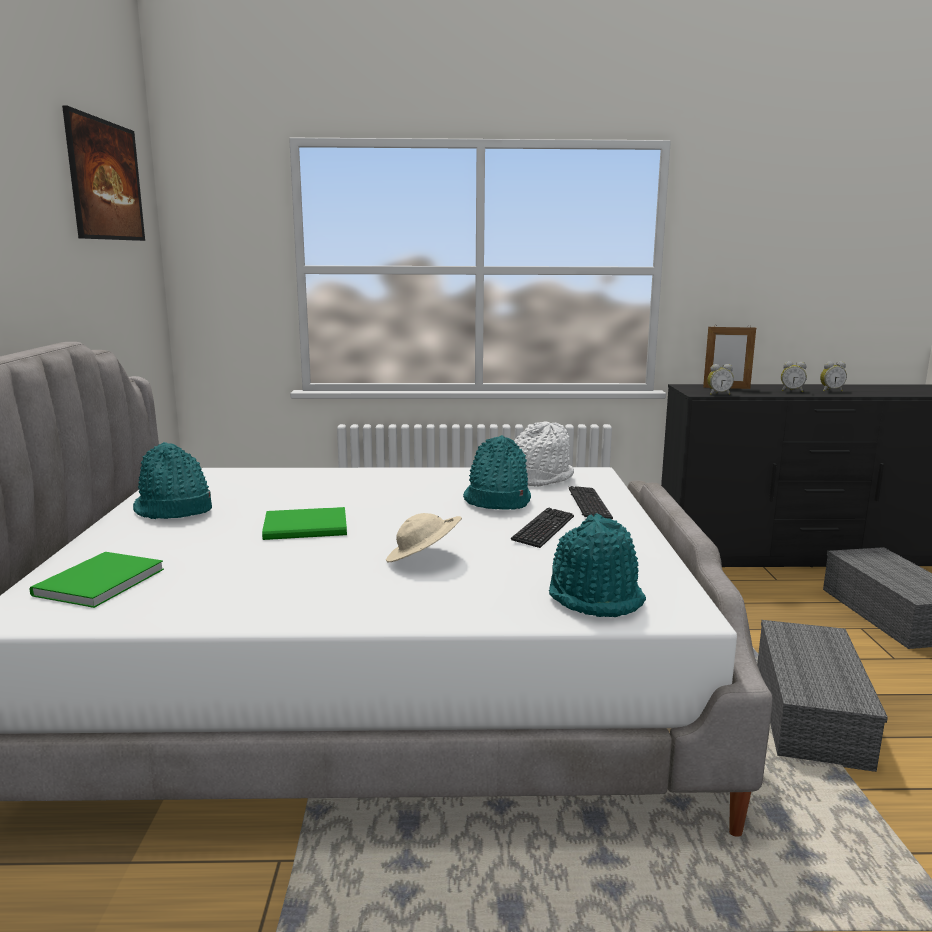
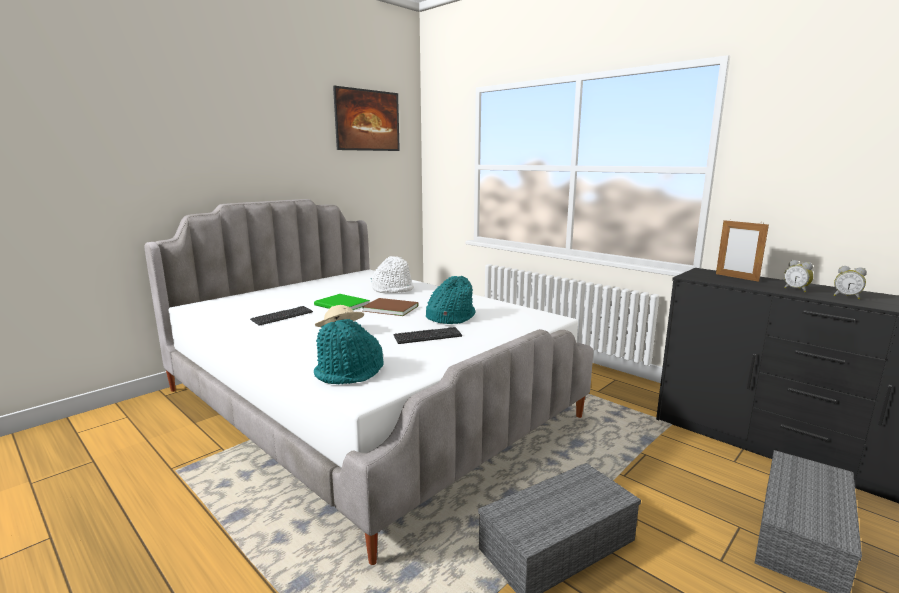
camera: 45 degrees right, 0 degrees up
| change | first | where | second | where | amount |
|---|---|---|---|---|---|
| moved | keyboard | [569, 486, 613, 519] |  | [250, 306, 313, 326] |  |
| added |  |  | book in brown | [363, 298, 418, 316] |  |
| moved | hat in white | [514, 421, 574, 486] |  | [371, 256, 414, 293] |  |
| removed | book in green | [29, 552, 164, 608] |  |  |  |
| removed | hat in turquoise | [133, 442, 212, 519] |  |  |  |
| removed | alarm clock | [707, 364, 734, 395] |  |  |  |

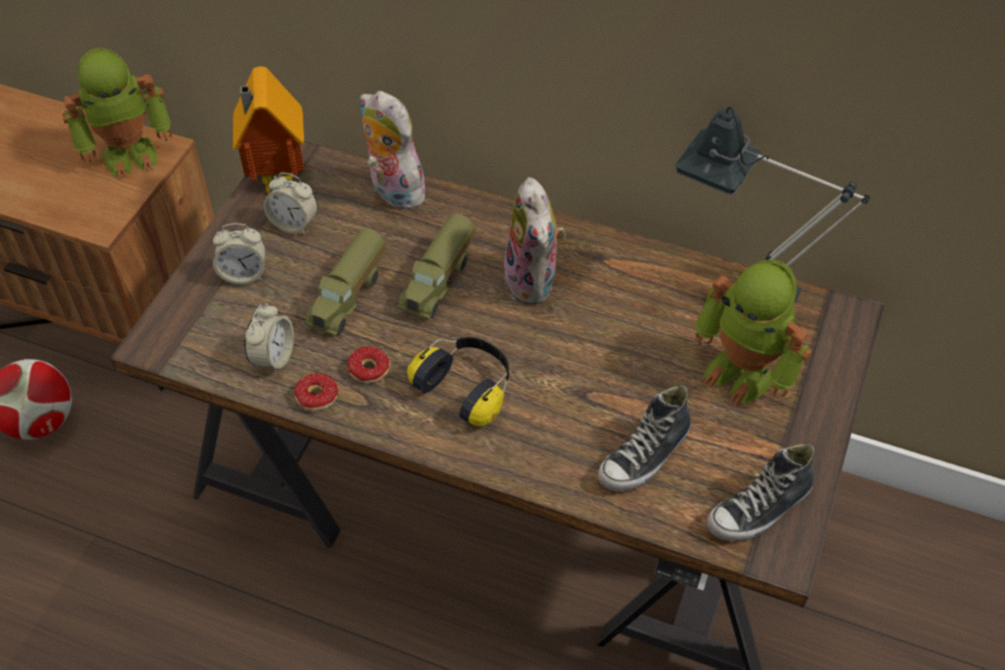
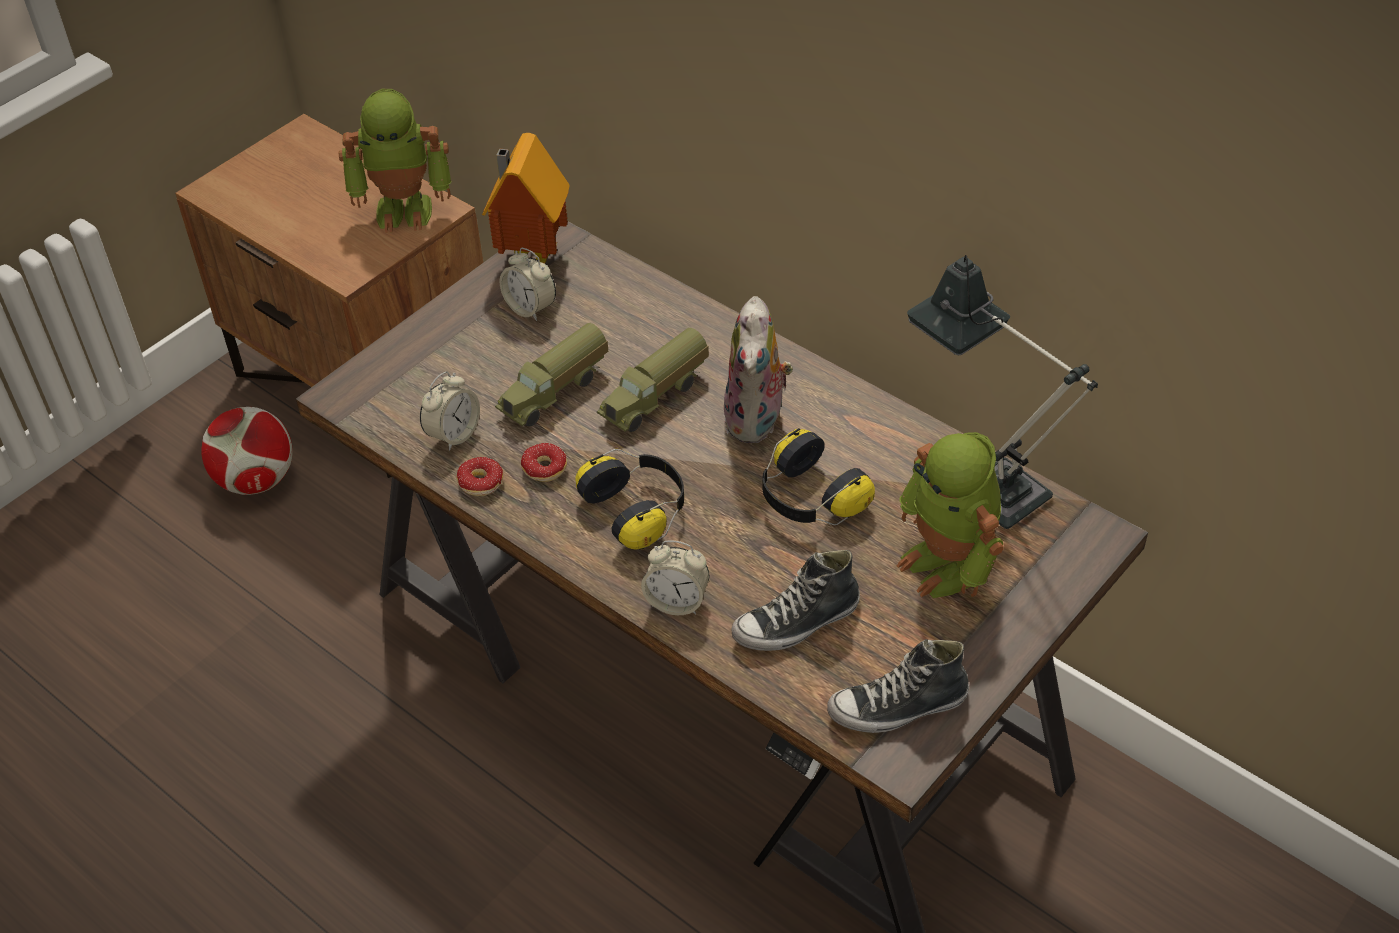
camera: 20 degrees right, 5 degrees down
| change | first | where | second | where | amount |
|---|---|---|---|---|---|
| moved | alarm clock | [213, 223, 266, 284] |  | [641, 541, 710, 615] |  |
| added |  |  | headphones | [762, 428, 875, 525] |  |
| removed | plush toy | [360, 91, 432, 210] |  |  |  |

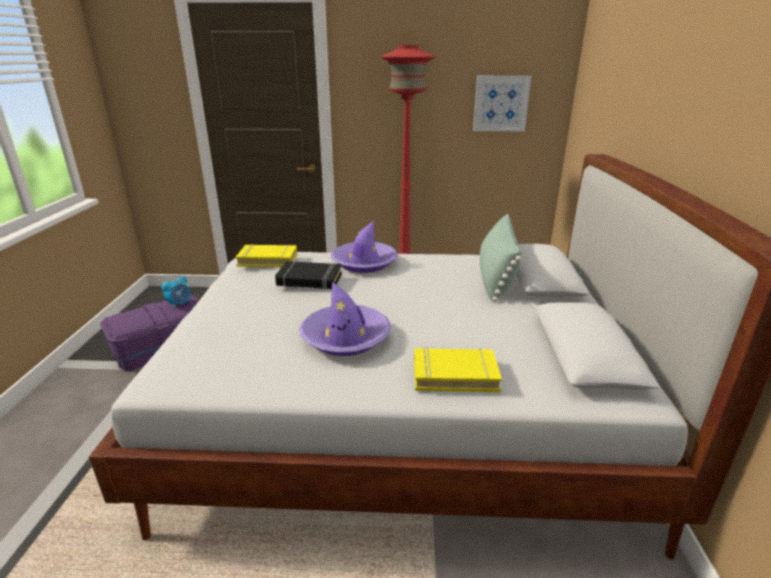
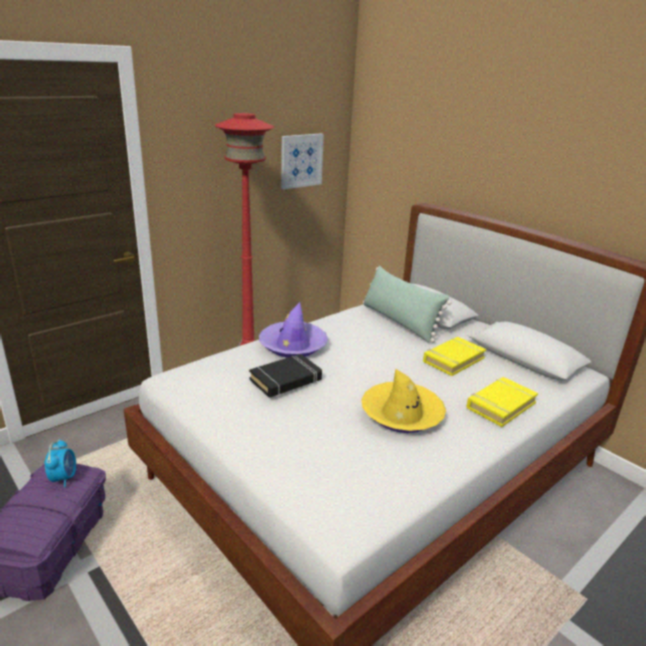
camera: 45 degrees left, 0 degrees up
| change | first | where | second | where | amount |
|---|---|---|---|---|---|
| recoloured | hat in purple | [299, 282, 391, 356] | hat in yellow | [361, 369, 446, 433] |  |
| moved | book in yellow | [236, 244, 297, 267] |  | [423, 337, 486, 376] |  |

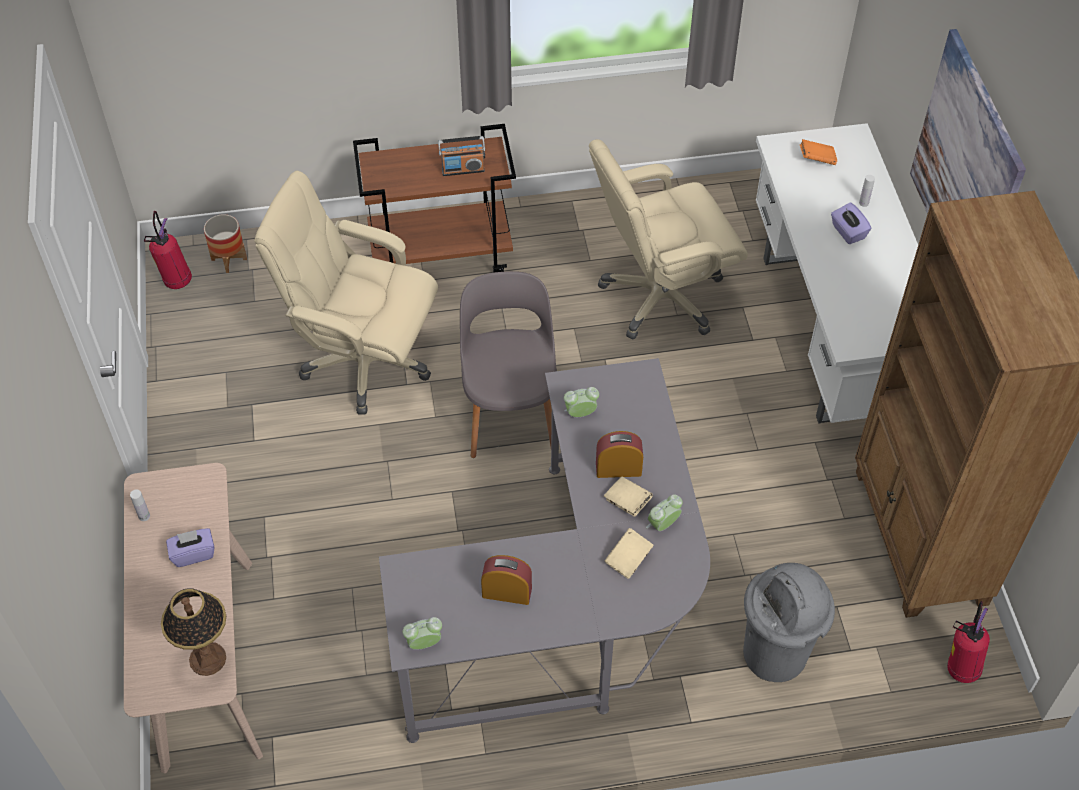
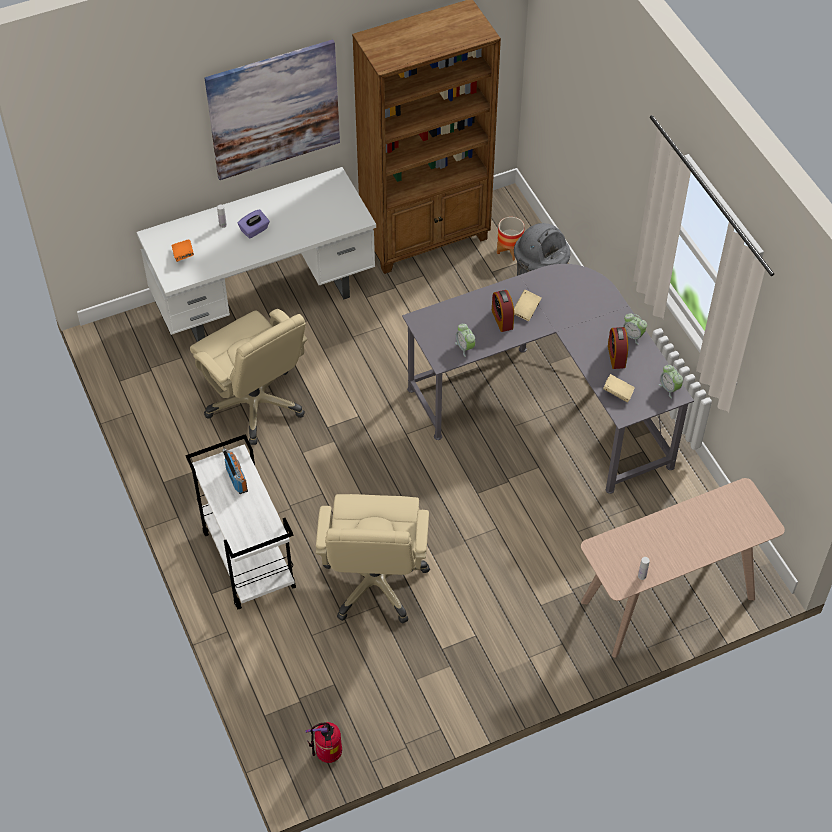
camera: 105 degrees left, 0 degrees up
| change | first | where | second | where | amount |
|---|---|---|---|---|---|
| recoloured | cart in brown | [353, 124, 516, 273] | cart in white | [186, 434, 296, 609] |  |
| moved | planter | [204, 214, 247, 273] |  | [497, 217, 525, 261] |  |
| moved | book in beige | [605, 528, 653, 579] |  | [603, 374, 635, 403] |  |
| moved | alarm clock | [646, 494, 683, 531] |  | [623, 313, 647, 345] |  |
| removed | table lamp | [161, 588, 226, 676] |  |  |  |
| removed | tissue box in purple | [166, 528, 214, 567] |  |  |  |
| removed | chair in grey | [460, 271, 557, 458] |  |  |  |
| removed | fire extinguisher | [947, 601, 990, 683] |  |  |  |

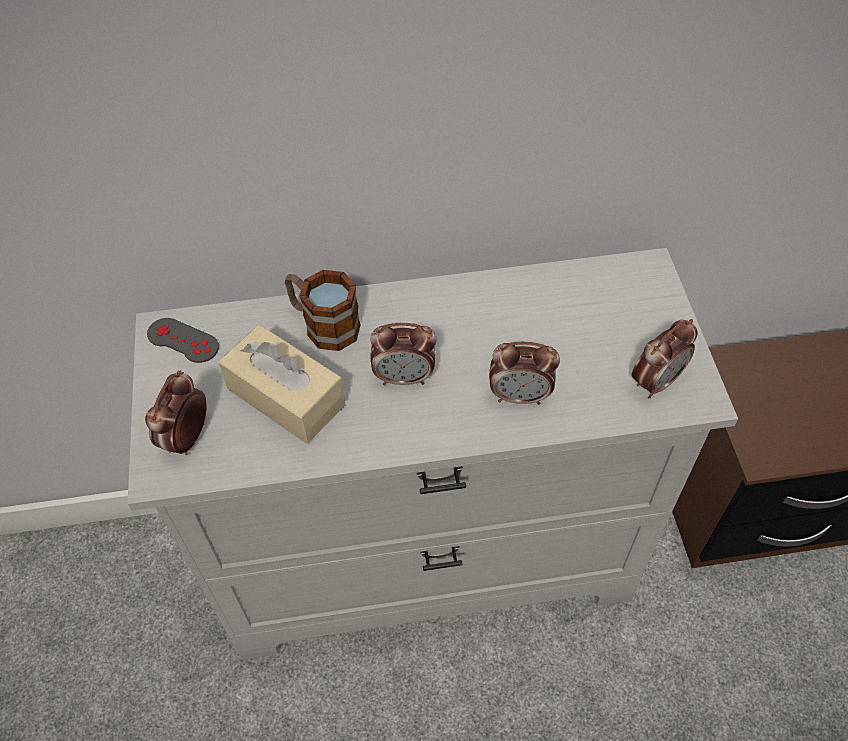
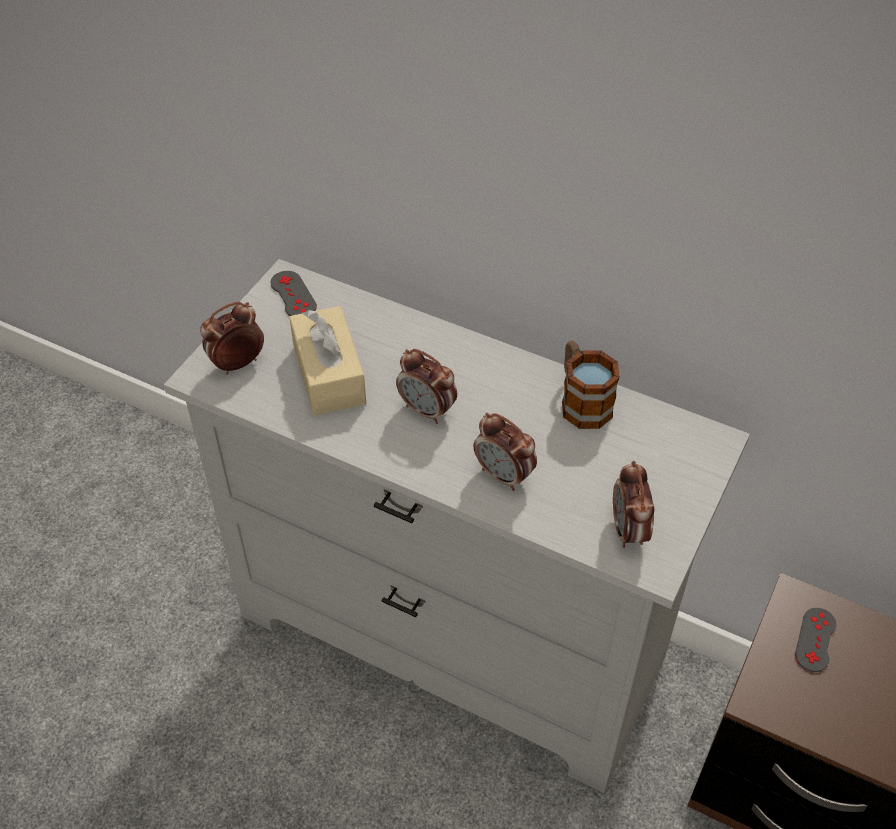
camera: 35 degrees right, 5 degrees down
| change | first | where | second | where | amount |
|---|---|---|---|---|---|
| moved | mug | [285, 270, 361, 351] |  | [562, 341, 620, 429] |  |
| turned | alarm clock | [632, 319, 698, 399] |  | [613, 461, 655, 548] | 90 degrees clockwise |
| added |  |  | game controller in grey | [795, 608, 836, 672] |  |

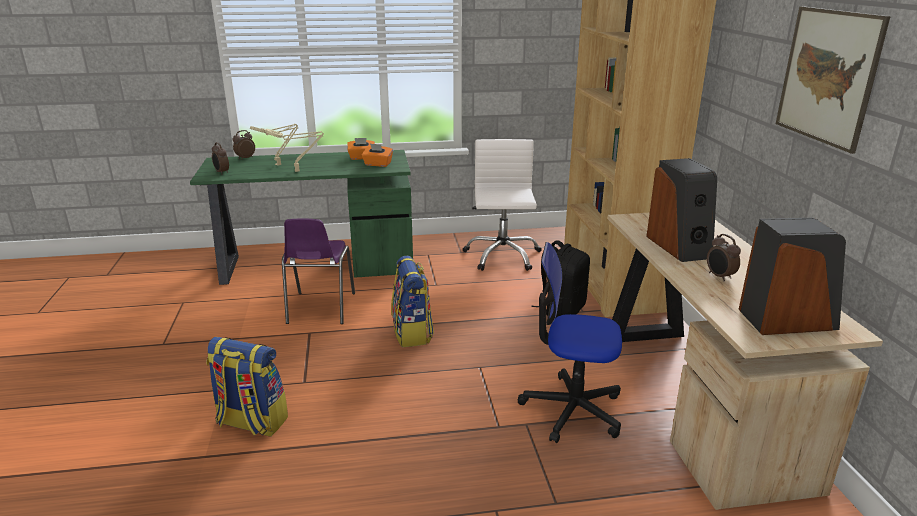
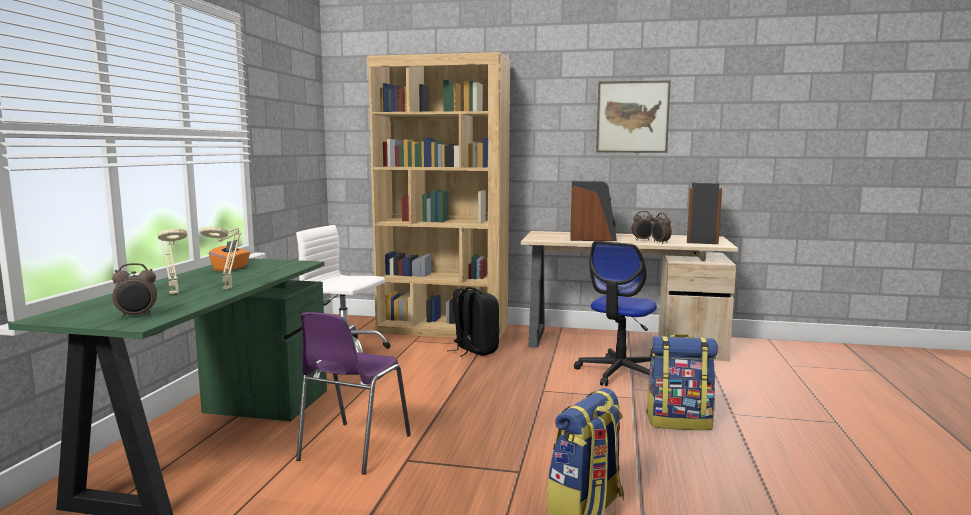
camera: 70 degrees left, 15 degrees down
| change | first | where | second | where | amount |
|---|---|---|---|---|---|
| turned | chair in purple | [282, 219, 355, 324] |  | [296, 312, 411, 474] | 90 degrees clockwise |
| moved | backpack | [391, 256, 434, 347] |  | [646, 334, 718, 430] |  |
| moved | alarm clock | [233, 130, 255, 159] |  | [651, 213, 672, 244] |  |
| removed | tissue box in orange | [362, 143, 393, 167] |  |  |  |

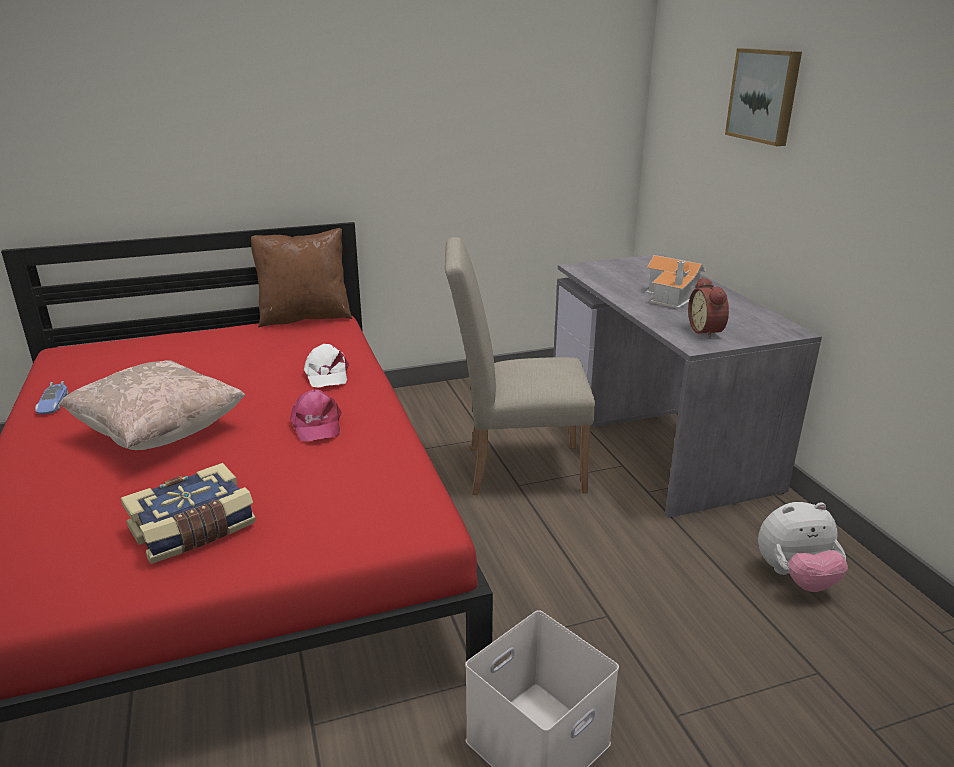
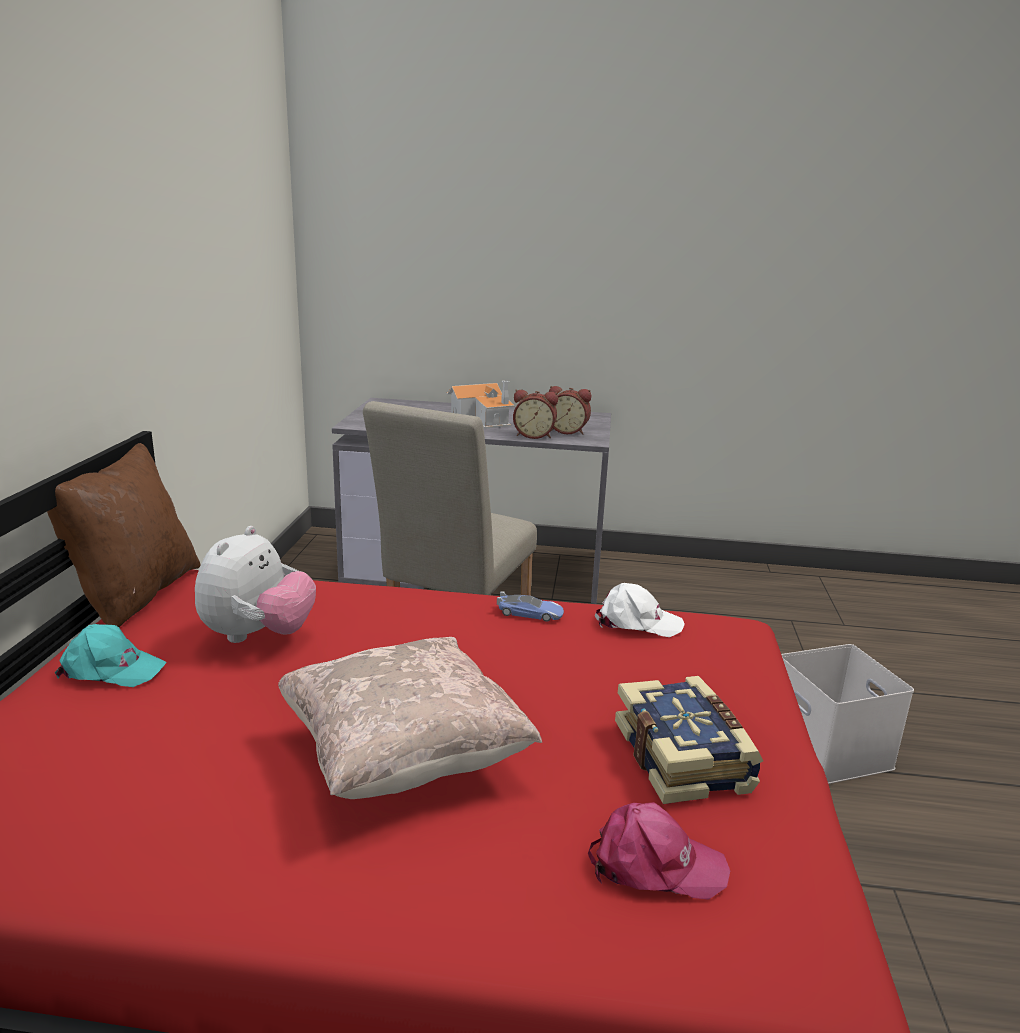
camera: 65 degrees left, 5 degrees down
| change | first | where | second | where | amount |
|---|---|---|---|---|---|
| added |  |  | cap in turquoise | [55, 624, 167, 687] |  |
| moved | plush toy | [758, 502, 848, 592] |  | [195, 526, 316, 643] |  |
| moved | toy car | [35, 381, 68, 414] |  | [497, 591, 564, 622] |  |
| added |  |  | alarm clock | [513, 390, 558, 439] |  |
| moved | cap in pink | [290, 390, 341, 442] |  | [588, 802, 730, 900] |  |
| moved | cap in white | [304, 344, 349, 387] |  | [595, 583, 685, 637] |  |
| removed | picture | [725, 48, 802, 146] |  |  |  |

